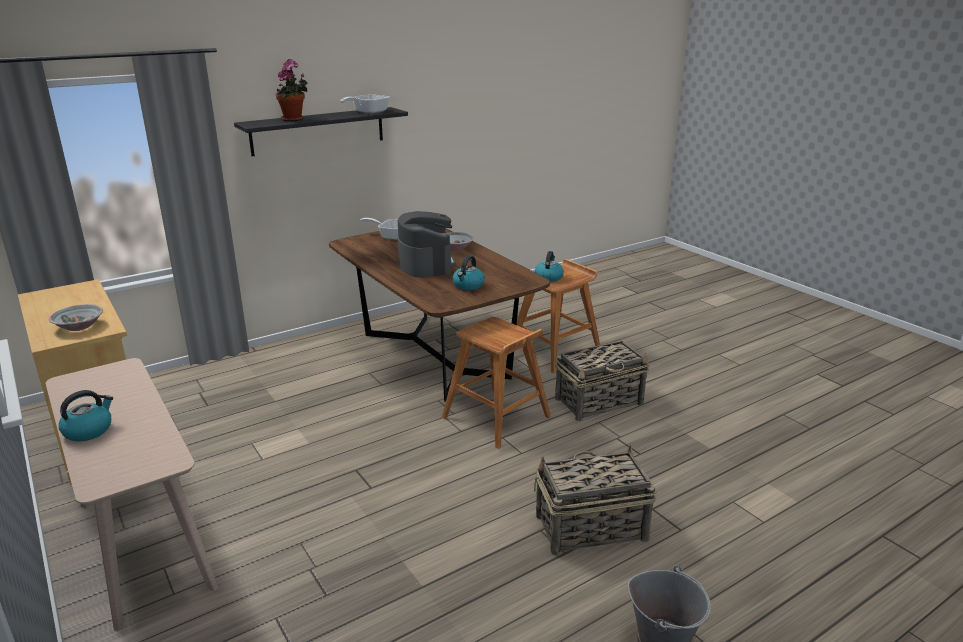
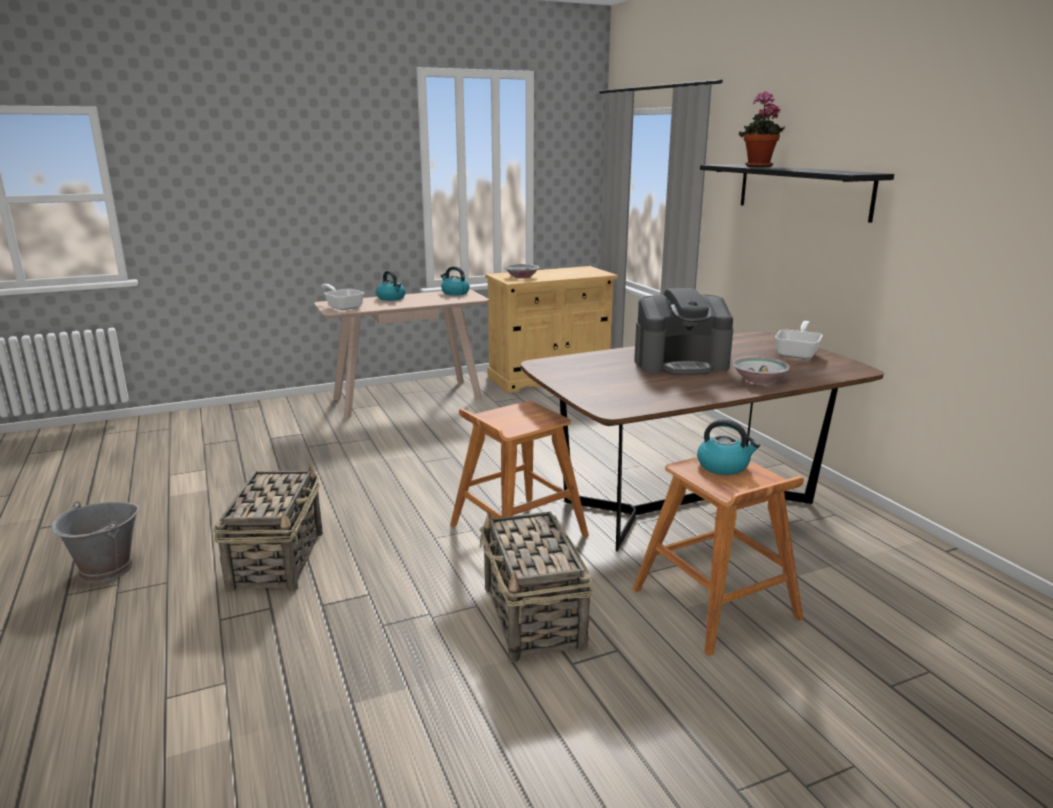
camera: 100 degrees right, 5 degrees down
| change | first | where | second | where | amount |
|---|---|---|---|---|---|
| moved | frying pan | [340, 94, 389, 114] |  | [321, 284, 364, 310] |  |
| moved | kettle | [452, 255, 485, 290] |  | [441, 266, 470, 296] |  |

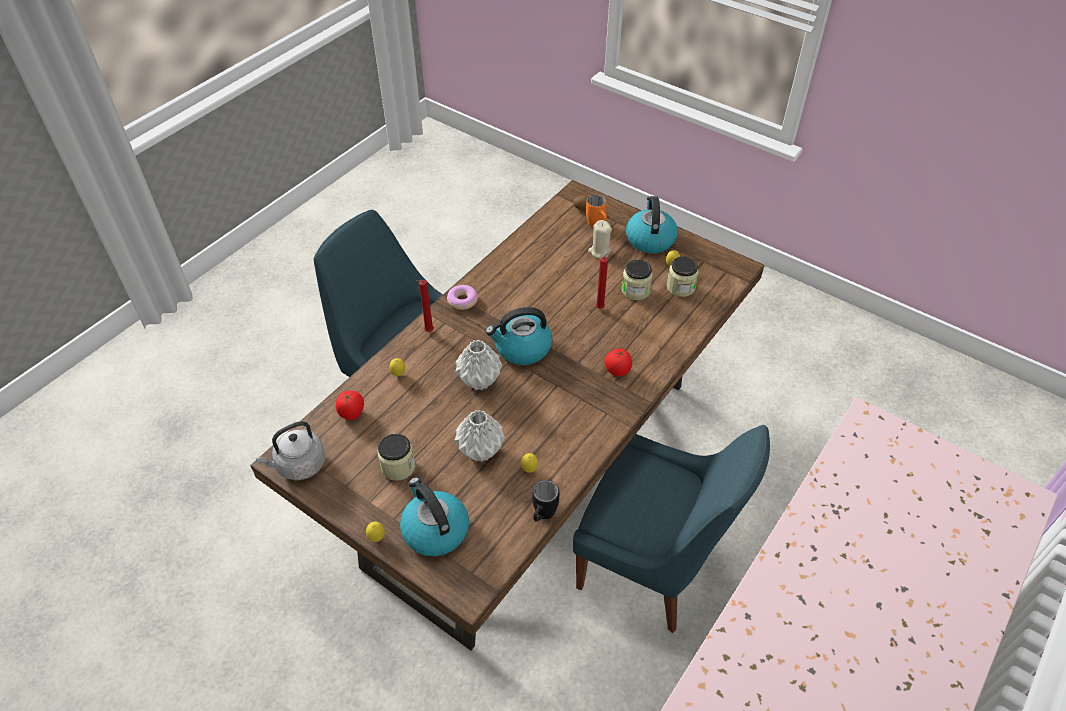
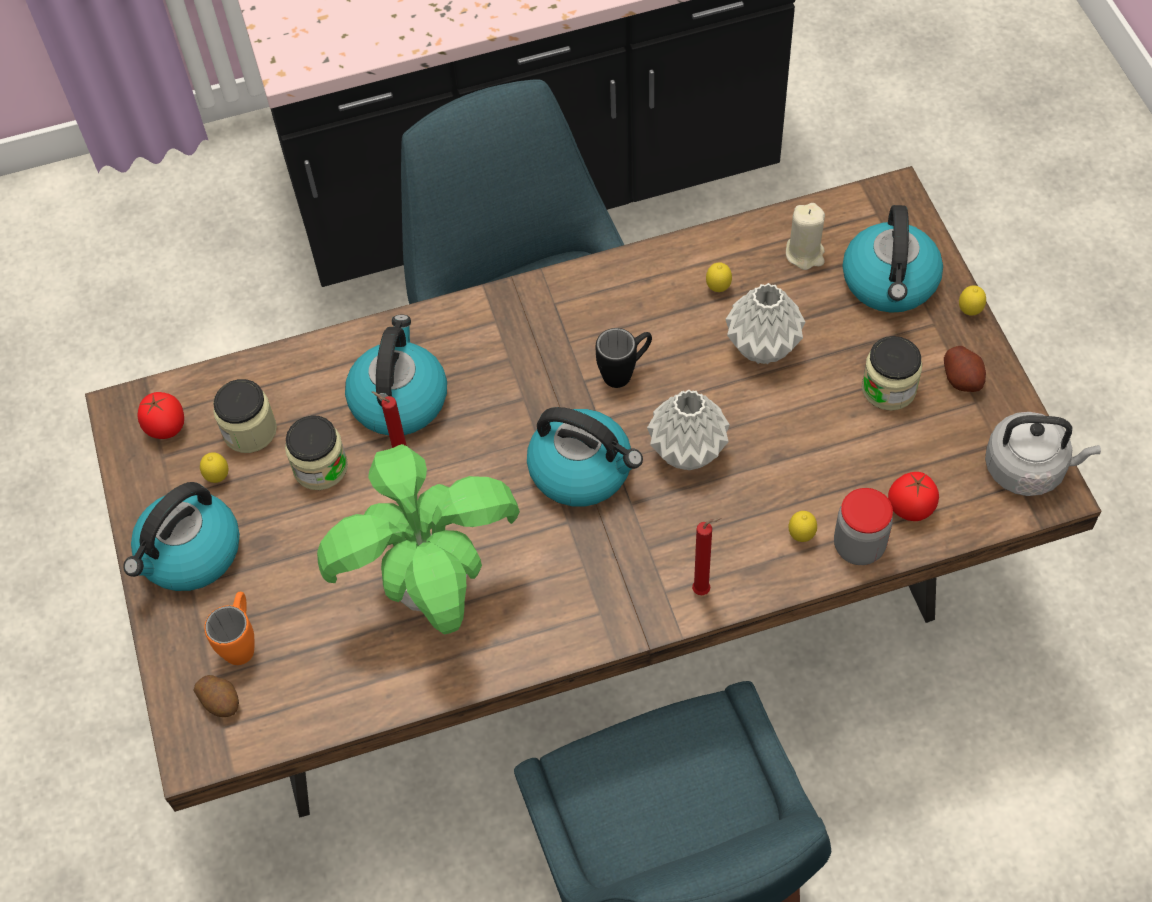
camera: 140 degrees left, 10 degrees up
| change | first | where | second | where | amount |
|---|---|---|---|---|---|
| moved | tomato | [605, 348, 632, 376] |  | [138, 392, 184, 439] |  |
| added |  |  | potted plant | [317, 444, 520, 635] |  |
| added |  |  | kettle | [345, 314, 447, 435] |  |
| moved | mug in black | [532, 480, 559, 522] |  | [596, 328, 652, 388] |  |
| moved | candle in beige | [588, 220, 612, 259] |  | [786, 203, 825, 270] |  |
| added |  |  | jar | [834, 488, 893, 565] |  |
| added |  |  | potato | [944, 346, 986, 392] |  |
| removed | donut | [447, 285, 478, 310] |  |  |  |

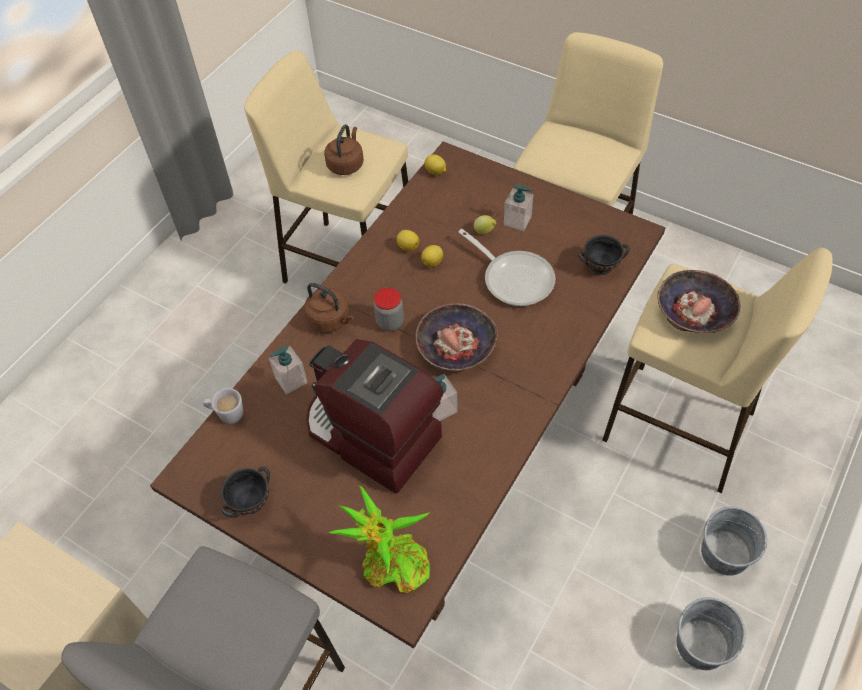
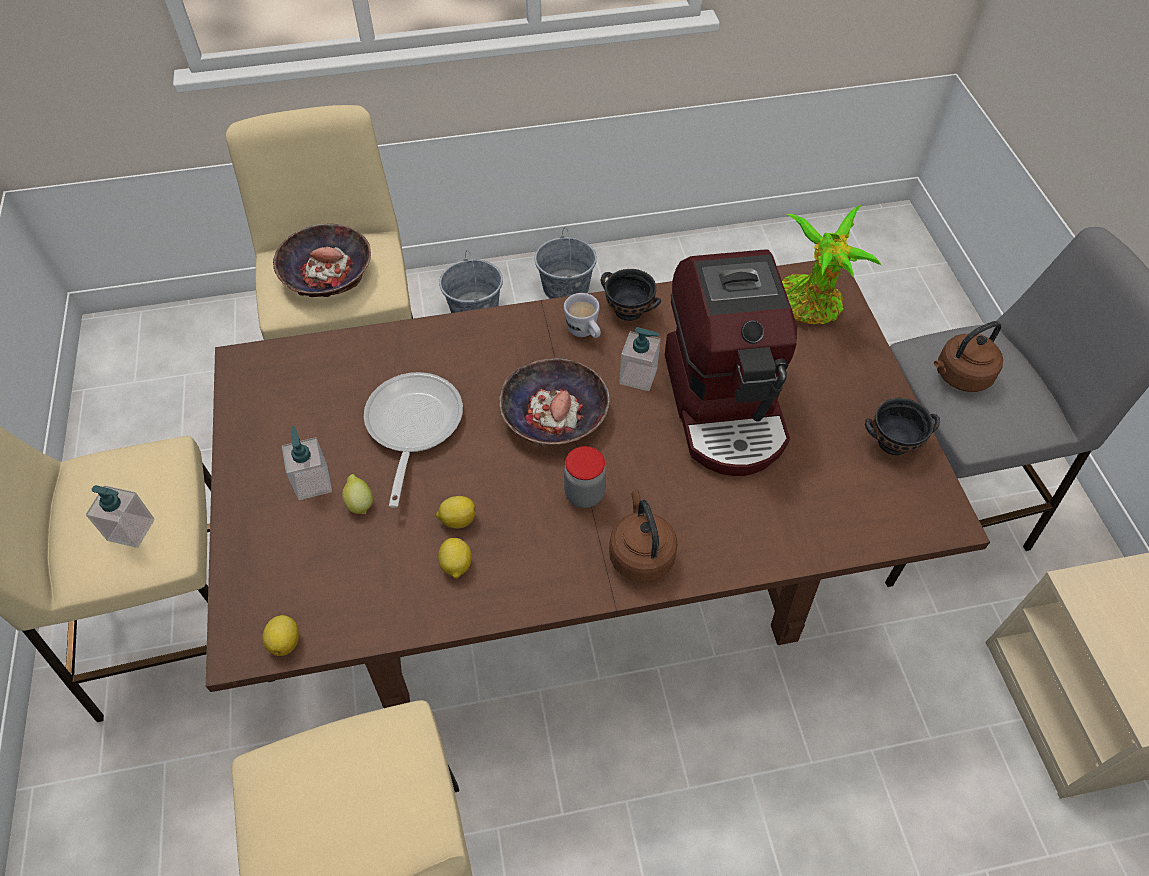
camera: 135 degrees left, 0 degrees up
| change | first | where | second | where | amount |
|---|---|---|---|---|---|
| moved | soap dispenser | [269, 346, 308, 394] |  | [86, 485, 155, 548] |  |
| moved | mug in white | [203, 388, 243, 424] |  | [564, 293, 601, 338] |  |
| moved | bowl in black | [578, 235, 630, 275] |  | [601, 269, 661, 321] |  |
| moved | kettle in brown | [324, 124, 364, 175] |  | [934, 321, 1003, 392] |  |

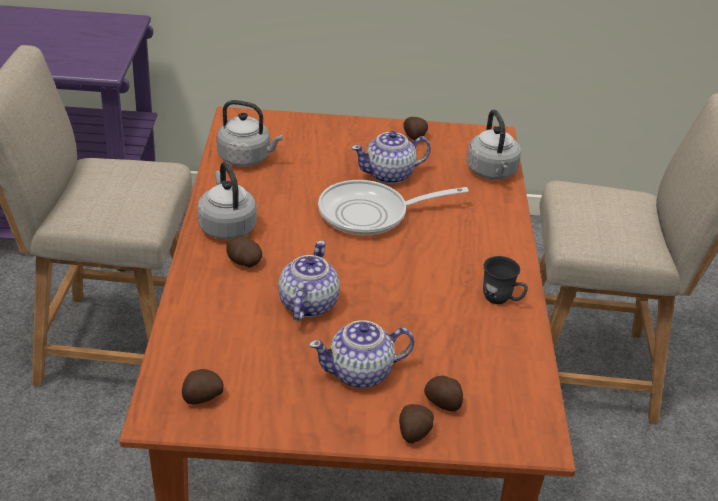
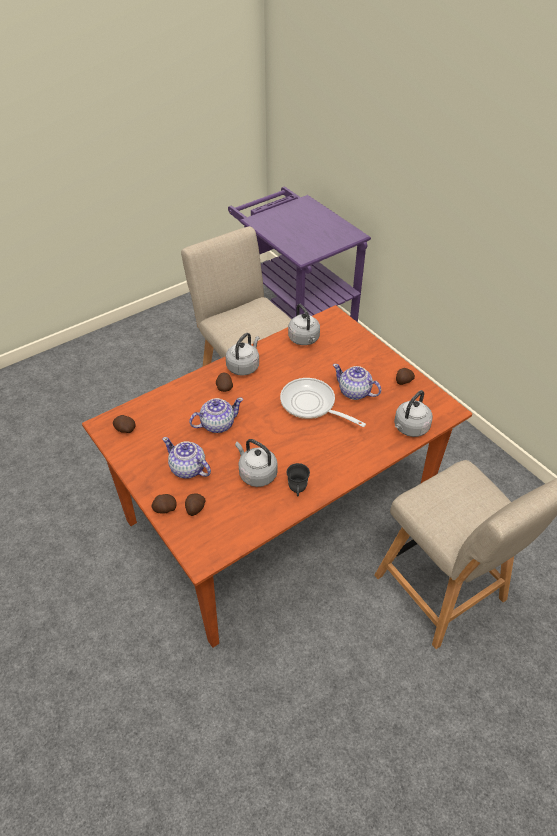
camera: 55 degrees right, 10 degrees up
| change | first | where | second | where | amount |
|---|---|---|---|---|---|
| added |  |  | kettle in grey | [235, 439, 278, 487] |  |

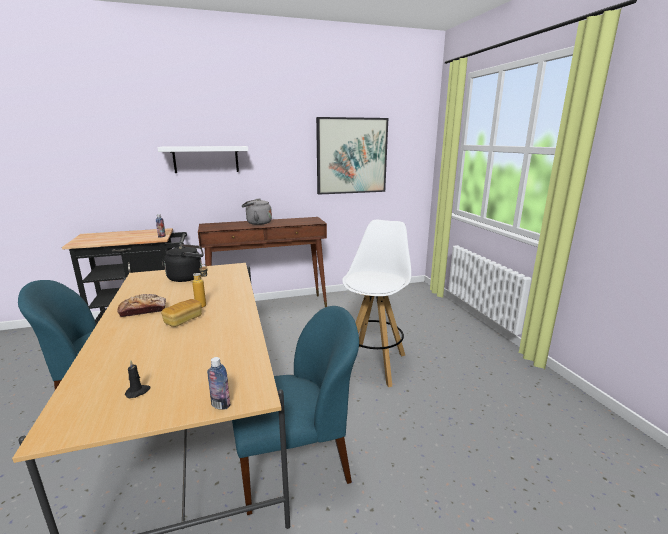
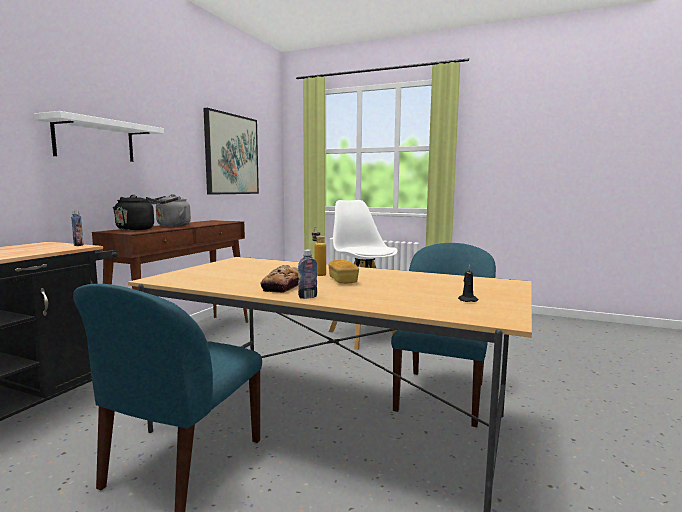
camera: 50 degrees left, 10 degrees down
| change | first | where | second | where | amount |
|---|---|---|---|---|---|
| moved | kettle in black | [164, 244, 204, 282] |  | [113, 195, 160, 230] |  |
| moved | bottle | [207, 357, 230, 410] |  | [298, 250, 317, 299] |  |

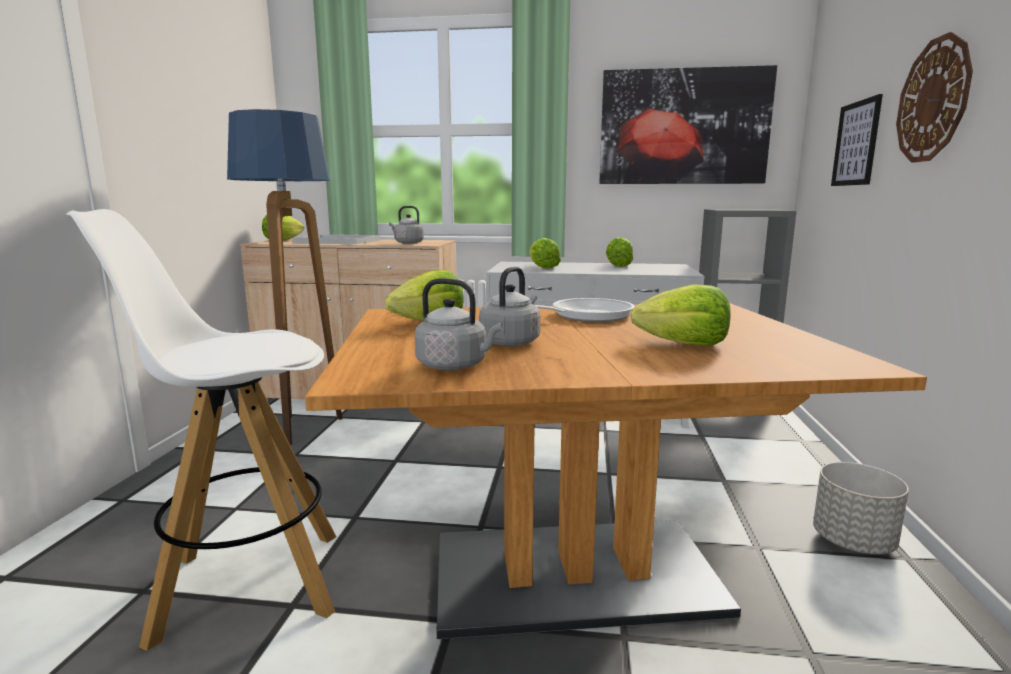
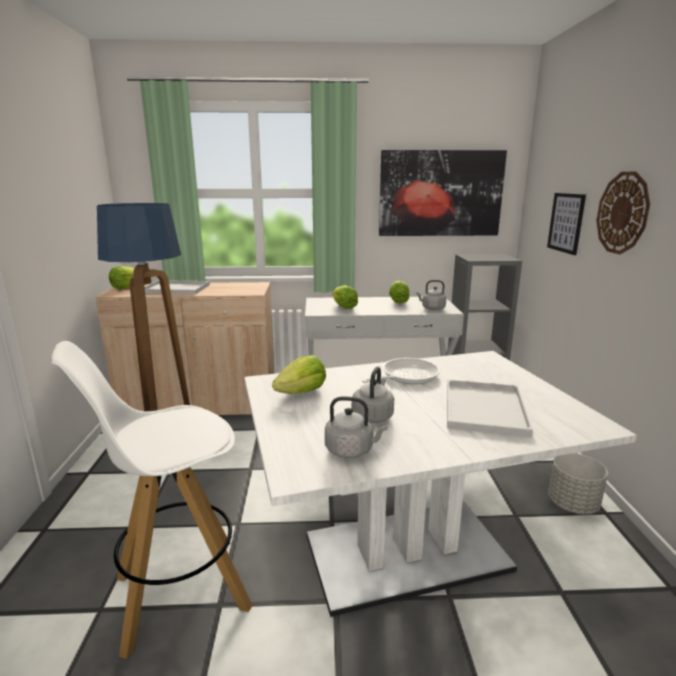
camera: 10 degrees left, 5 degrees up
| change | first | where | second | where | amount |
|---|---|---|---|---|---|
| recoloured | dining table in brown | [305, 303, 927, 639] | dining table in white | [244, 351, 637, 617] |  |
| moved | kettle in grey | [389, 206, 424, 244] |  | [416, 280, 446, 310] |  |
| replaced | lettuce | [631, 285, 731, 346] | tray in white | [447, 379, 533, 438] |  |

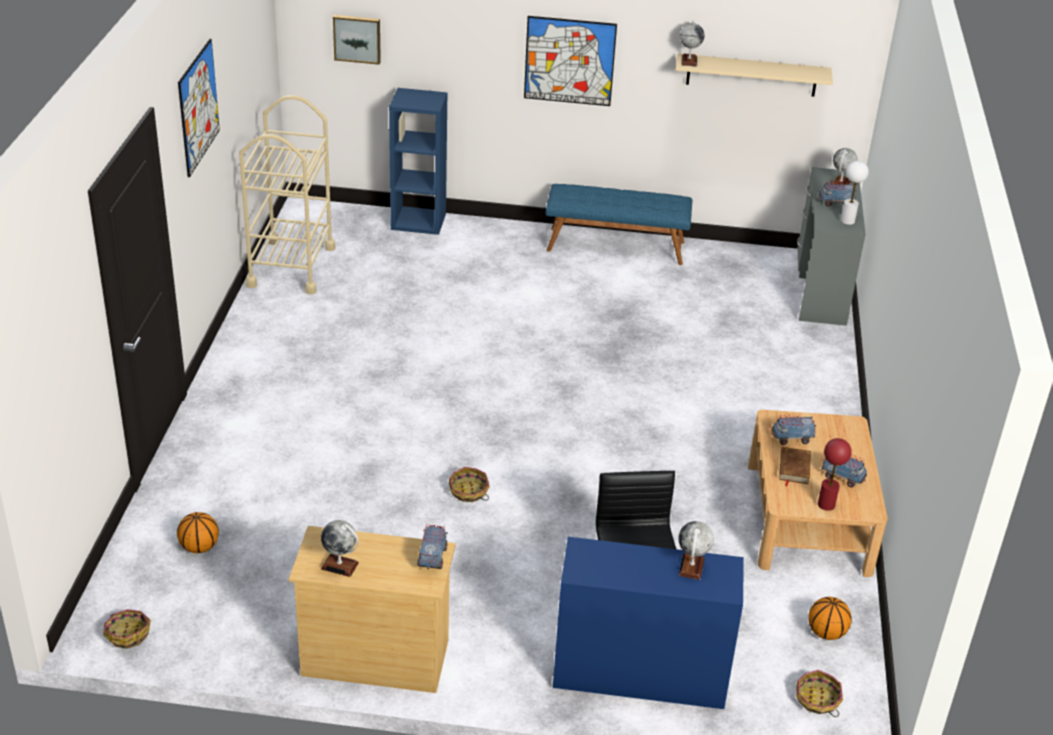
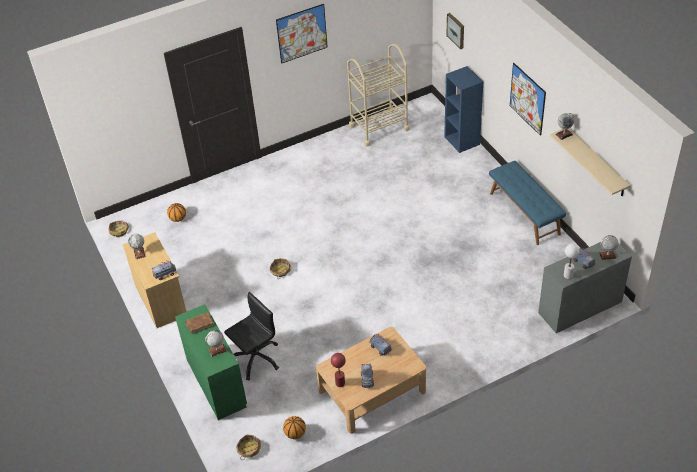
camera: 60 degrees right, 10 degrees up
| change | first | where | second | where | amount |
|---|---|---|---|---|---|
| recoloured | desk in blue | [553, 537, 744, 709] | desk in green | [175, 304, 247, 420] |  |
| moved | book in brown | [779, 447, 811, 486] |  | [184, 312, 214, 334] |  |

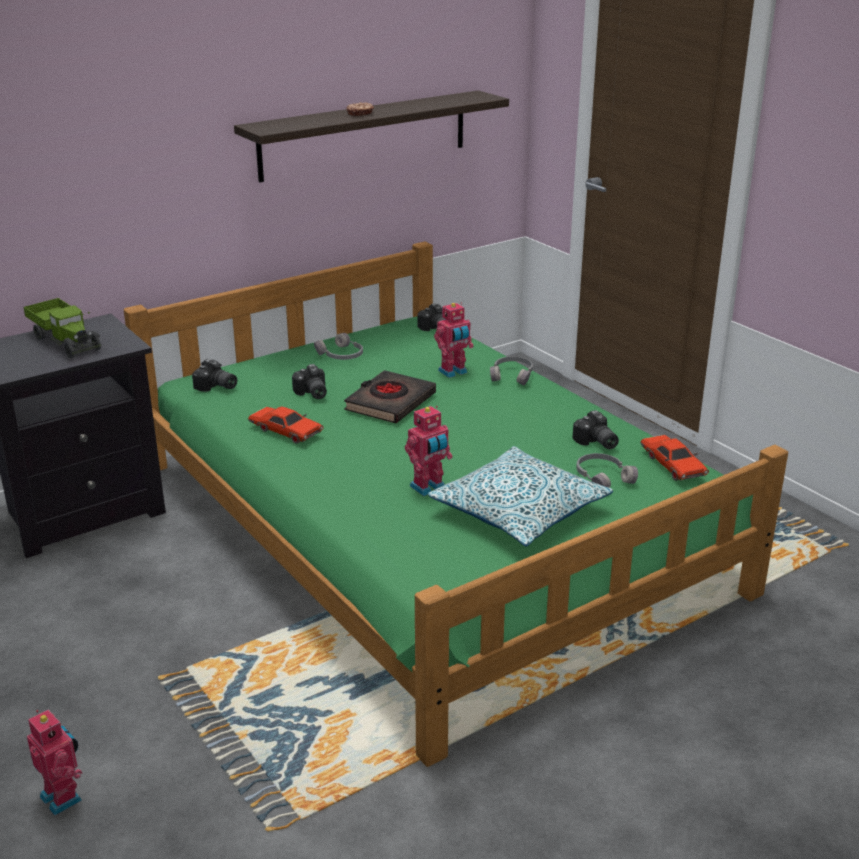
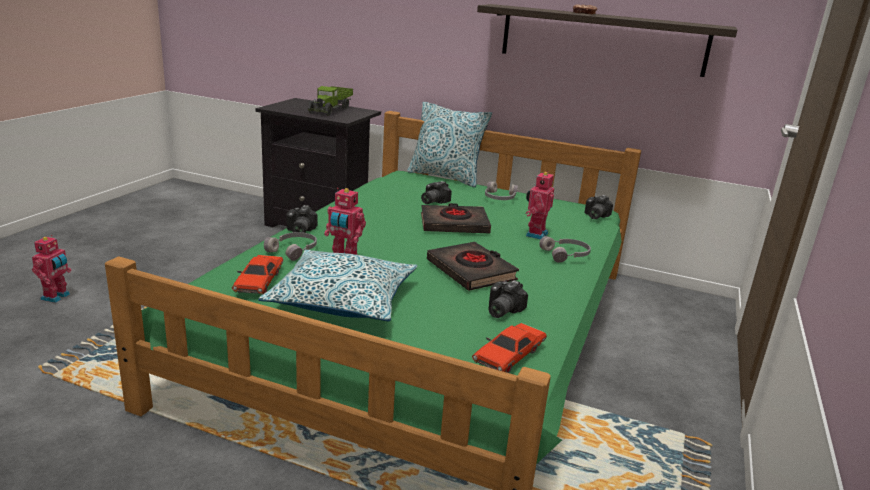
camera: 55 degrees right, 5 degrees down
| change | first | where | second | where | amount |
|---|---|---|---|---|---|
| moved | toy car in red | [248, 407, 323, 444] |  | [232, 255, 283, 295] |  |
| moved | headphones in grey | [576, 453, 638, 488] |  | [264, 232, 317, 261] |  |
| moved | photo camera | [192, 359, 237, 392] |  | [286, 205, 317, 233] |  |
| added |  |  | pillow | [407, 102, 492, 187] |  |
| added |  |  | book in black | [427, 242, 519, 291] |  |
| turned | toy robot | [434, 302, 473, 378] |  | [526, 171, 554, 240] | 90 degrees clockwise |

